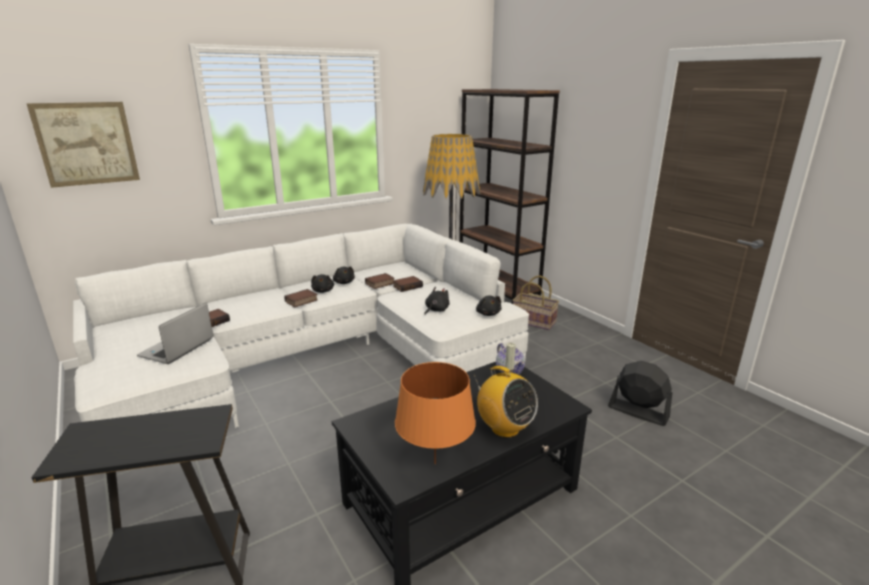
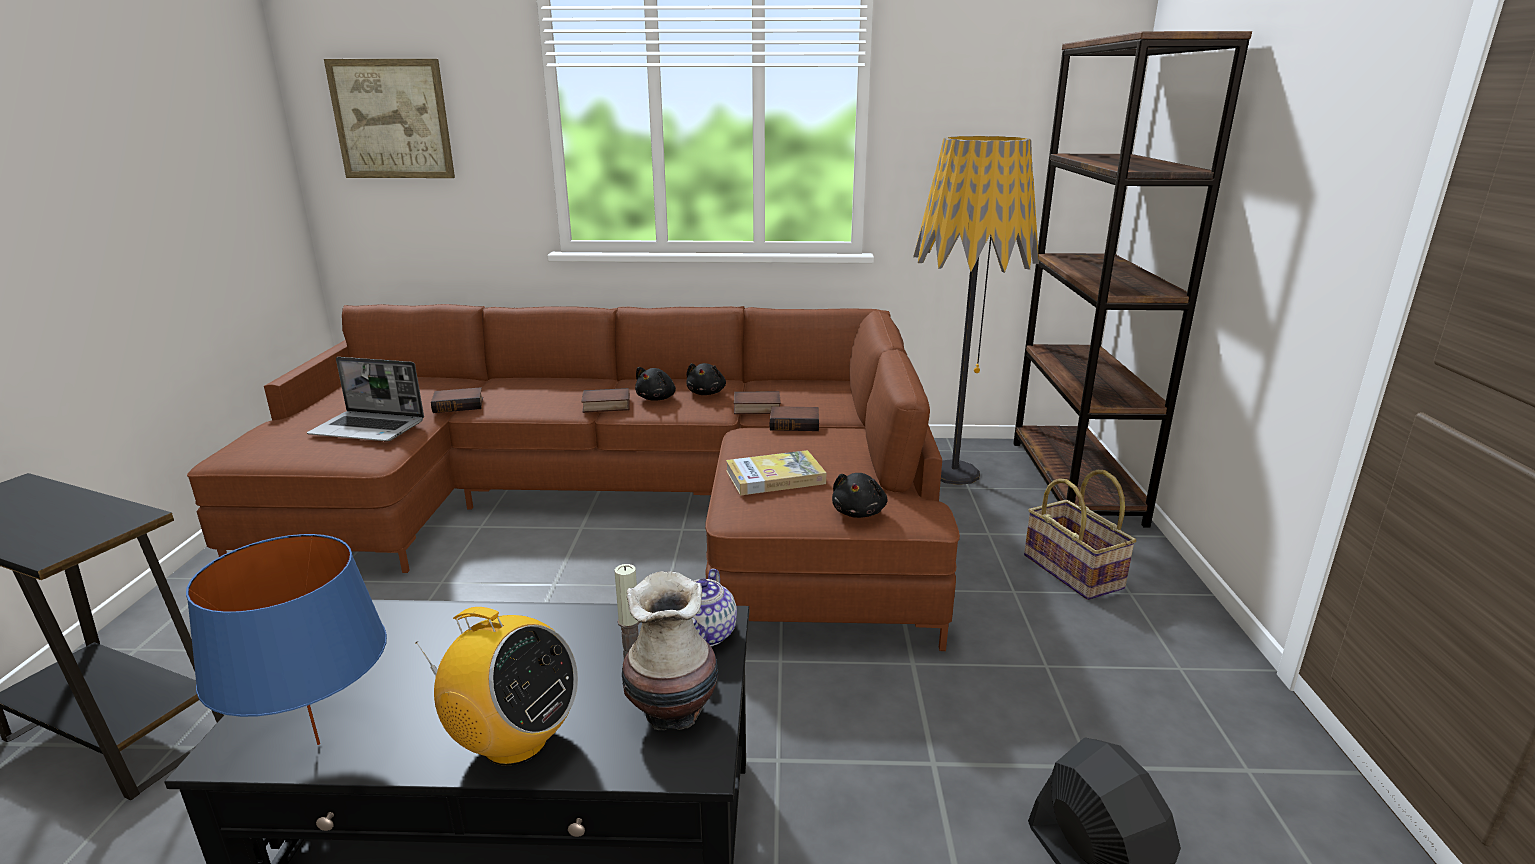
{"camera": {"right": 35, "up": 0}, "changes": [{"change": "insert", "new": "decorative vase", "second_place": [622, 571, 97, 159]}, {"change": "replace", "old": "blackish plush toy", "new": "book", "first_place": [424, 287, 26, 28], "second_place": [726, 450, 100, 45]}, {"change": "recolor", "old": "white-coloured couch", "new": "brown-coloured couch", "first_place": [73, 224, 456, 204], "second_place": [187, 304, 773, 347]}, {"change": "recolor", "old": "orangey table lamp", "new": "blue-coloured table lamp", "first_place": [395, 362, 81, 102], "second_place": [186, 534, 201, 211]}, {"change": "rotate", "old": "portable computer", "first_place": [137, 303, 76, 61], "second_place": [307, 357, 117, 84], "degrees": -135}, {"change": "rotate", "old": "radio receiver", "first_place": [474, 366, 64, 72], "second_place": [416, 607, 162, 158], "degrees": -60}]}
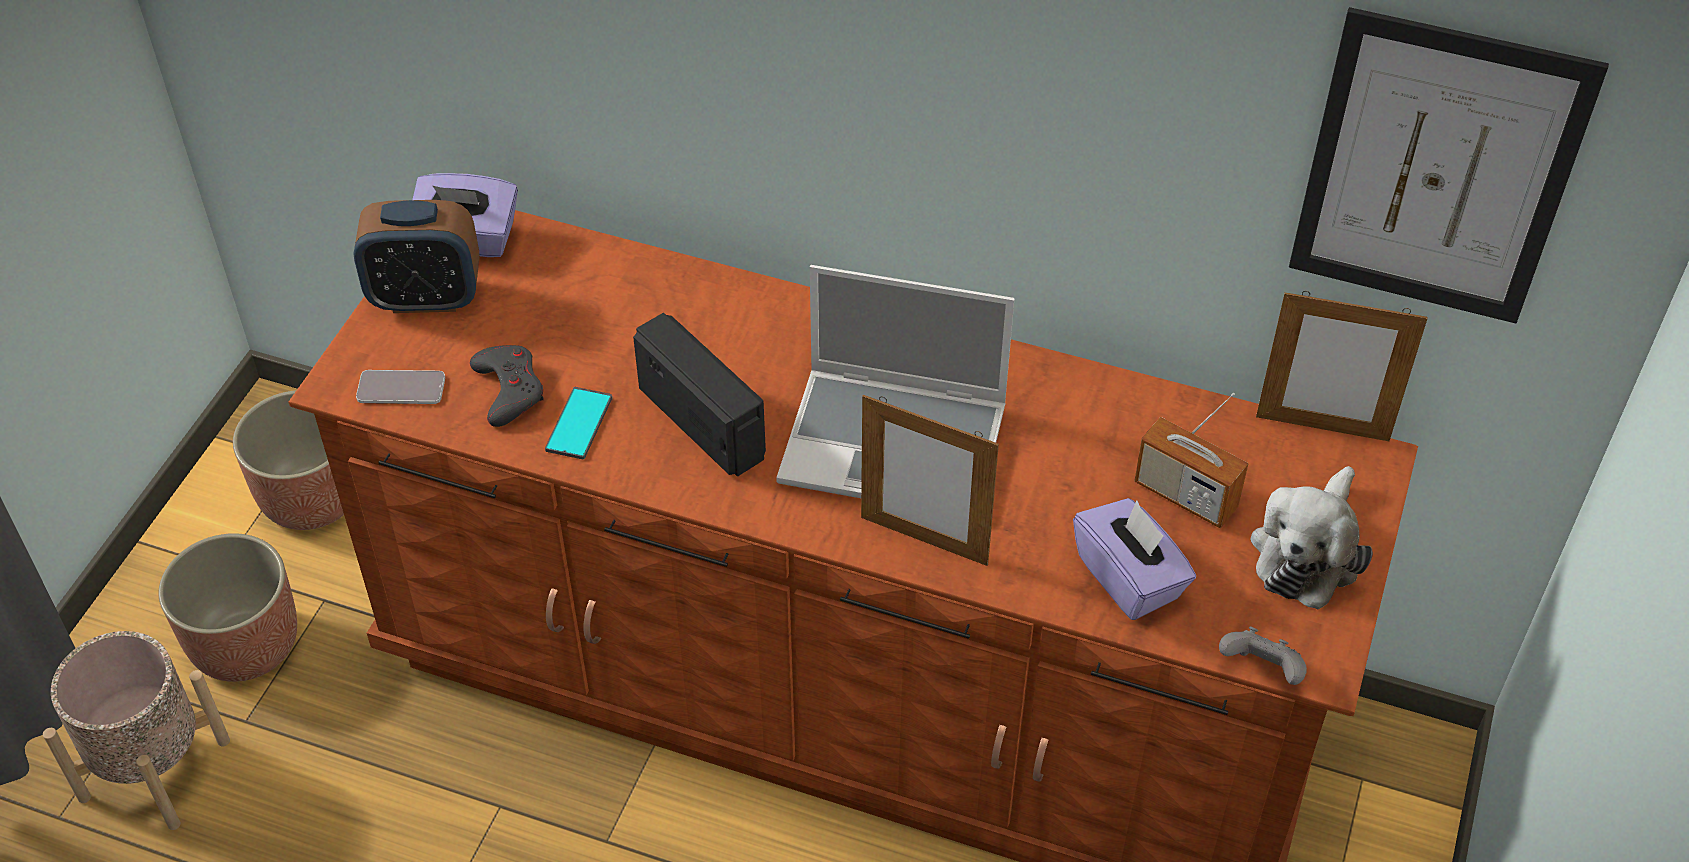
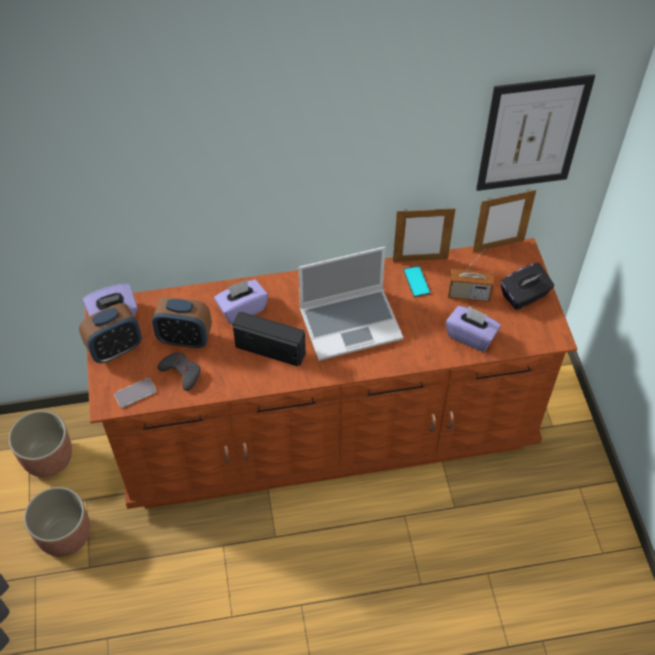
{"camera": {"right": -30, "up": 5}, "changes": [{"change": "delete", "old": "beige plant pot", "first_place": [43, 631, 187, 199]}, {"change": "delete", "old": "greyish joypad", "first_place": [1219, 627, 88, 58]}, {"change": "insert", "new": "alarm clock", "second_place": [152, 297, 60, 51]}, {"change": "insert", "new": "purplish box of tissues", "second_place": [214, 280, 54, 44]}, {"change": "move", "old": "phone", "first_place": [545, 387, 67, 72], "second_place": [403, 265, 28, 32]}, {"change": "move", "old": "standing frame", "first_place": [861, 395, 138, 171], "second_place": [393, 207, 62, 55]}, {"change": "replace", "old": "plush toy", "new": "blackish box of tissues", "first_place": [1250, 466, 123, 144], "second_place": [501, 263, 53, 47]}]}
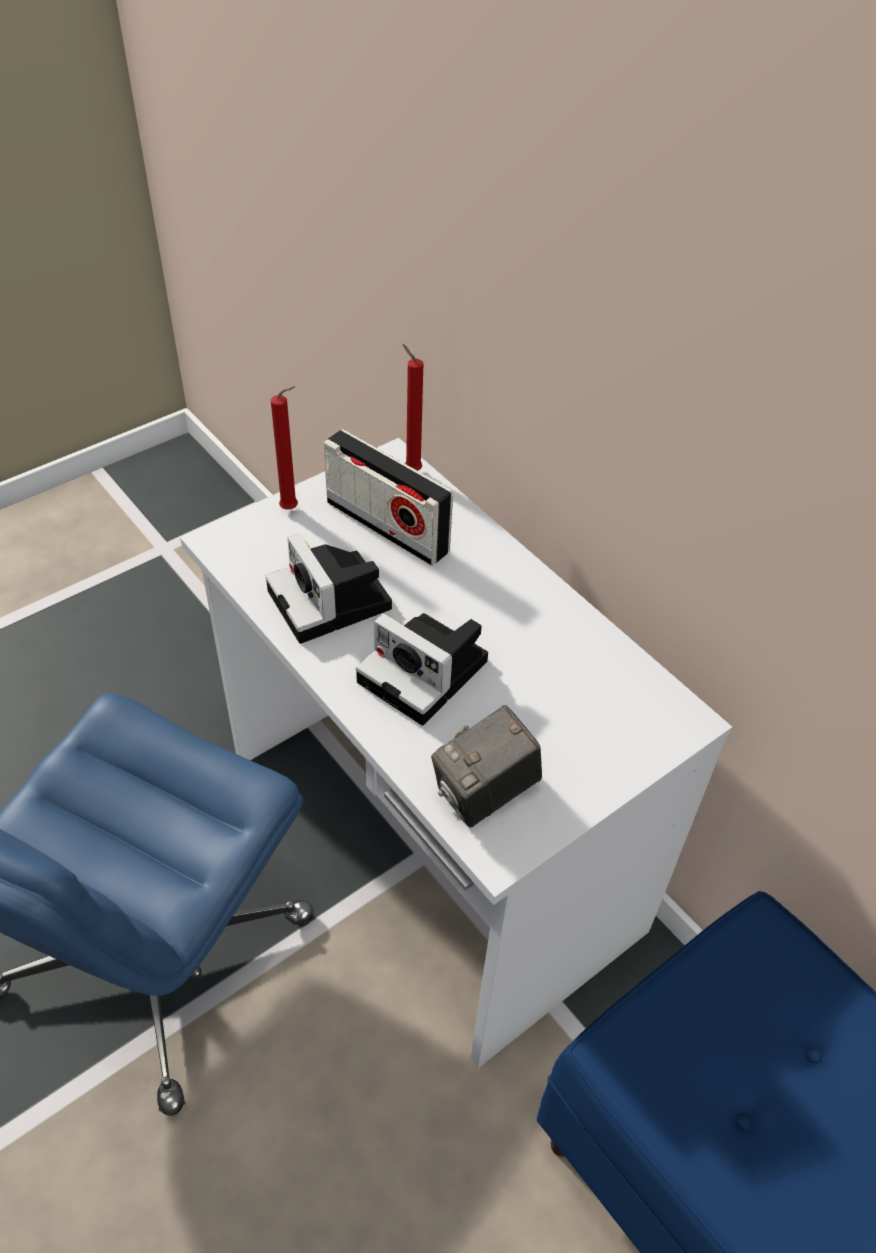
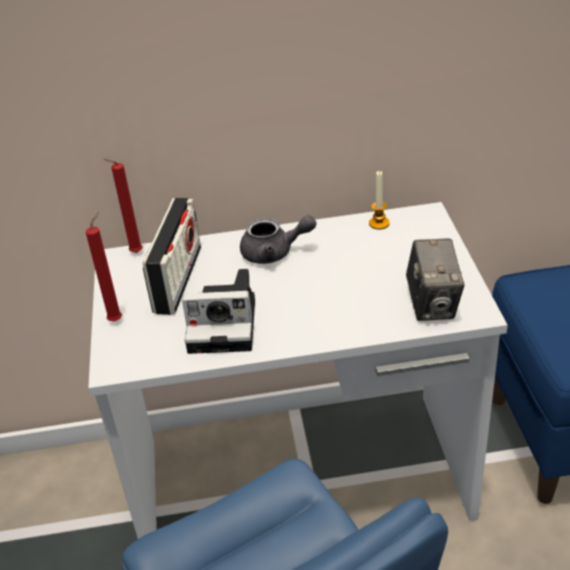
{"camera": {"right": -55, "up": -10}, "changes": [{"change": "delete", "old": "photo camera", "first_place": [356, 613, 132, 113]}, {"change": "insert", "new": "greyish pot for tea", "second_place": [240, 215, 77, 49]}, {"change": "insert", "new": "wax candle", "second_place": [369, 171, 21, 58]}, {"change": "rotate", "old": "radio receiver", "first_place": [324, 429, 129, 137], "second_place": [143, 198, 58, 117], "degrees": -60}]}
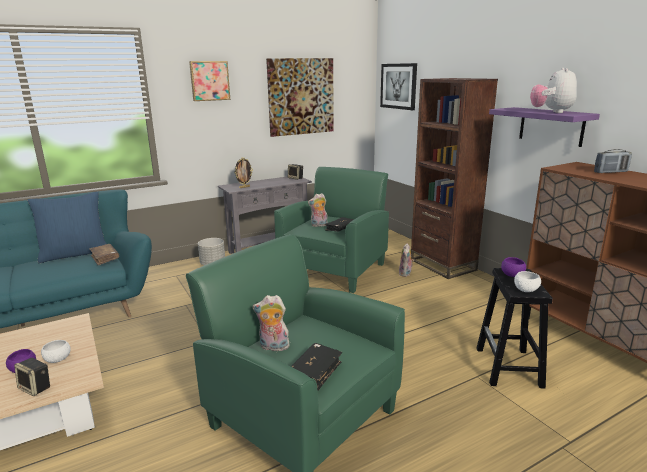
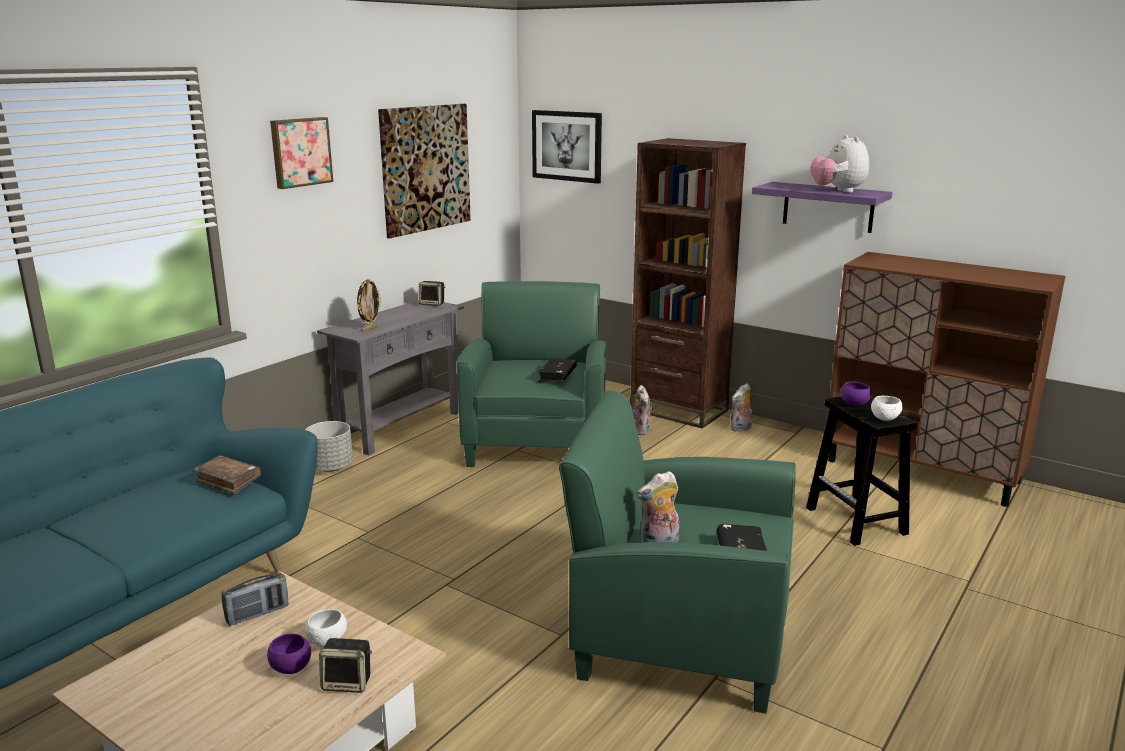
{"camera": {"right": -25, "up": 0}, "changes": [{"change": "delete", "old": "blue-coloured cushion", "first_place": [27, 191, 79, 72]}, {"change": "move", "old": "plush toy", "first_place": [308, 193, 20, 34], "second_place": [731, 384, 21, 48]}, {"change": "move", "old": "radio receiver", "first_place": [594, 149, 38, 24], "second_place": [221, 572, 67, 54]}]}
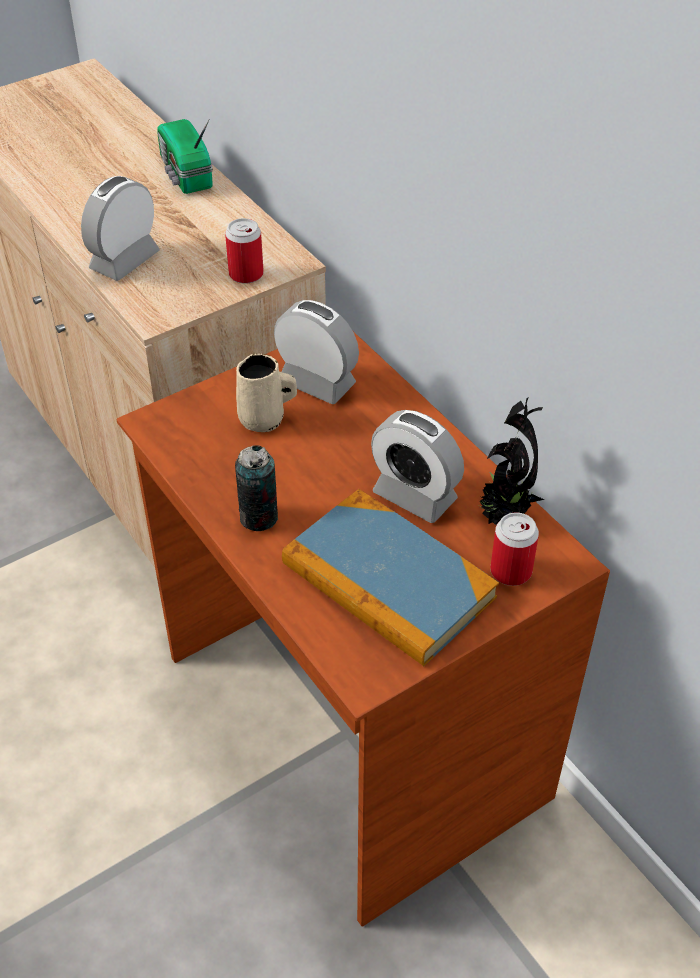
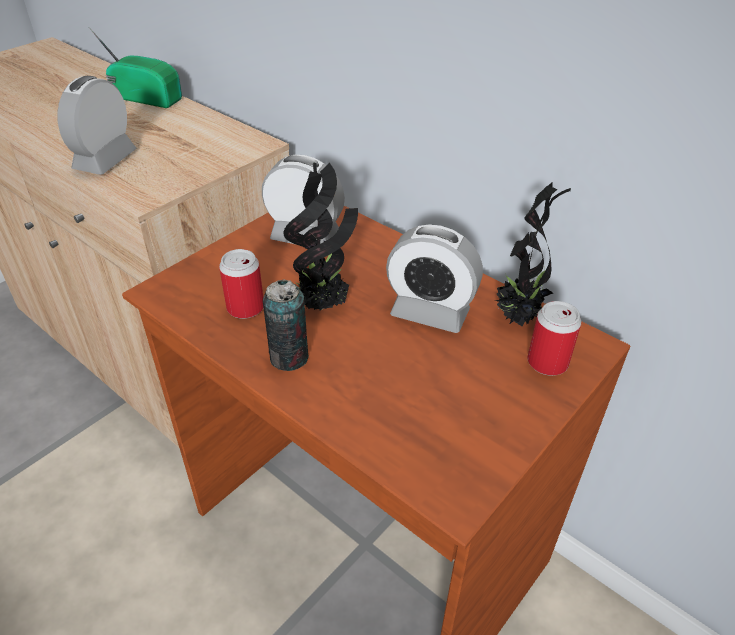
{"camera": {"right": -15, "up": -5}, "changes": [{"change": "delete", "old": "beige mug", "first_place": [236, 354, 61, 78]}, {"change": "delete", "old": "book", "first_place": [282, 489, 217, 177]}, {"change": "insert", "new": "potted plant", "second_place": [283, 162, 75, 149]}, {"change": "move", "old": "sealed can", "first_place": [225, 218, 39, 66], "second_place": [219, 249, 44, 70]}, {"change": "rotate", "old": "radio receiver", "first_place": [157, 119, 56, 75], "second_place": [89, 28, 93, 80], "degrees": 150}]}
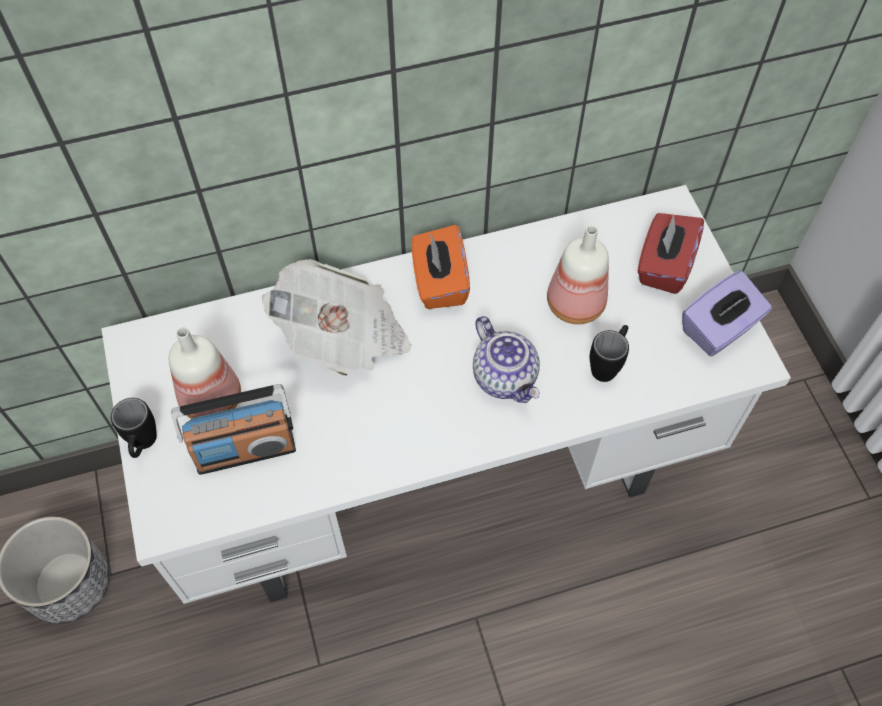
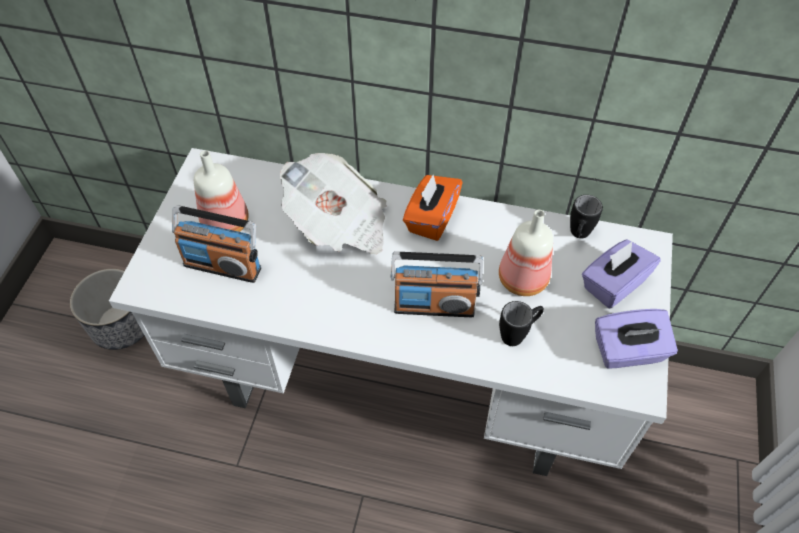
{"camera": {"right": 30, "up": -5}, "changes": [{"change": "move", "old": "blackish mug", "first_place": [111, 398, 46, 60], "second_place": [570, 195, 33, 43]}, {"change": "replace", "old": "pot for tea", "new": "radio receiver", "first_place": [473, 316, 67, 87], "second_place": [390, 252, 93, 65]}, {"change": "recolor", "old": "red-coloured box of tissues", "new": "purplish box of tissues", "first_place": [637, 213, 67, 81], "second_place": [582, 239, 79, 70]}]}
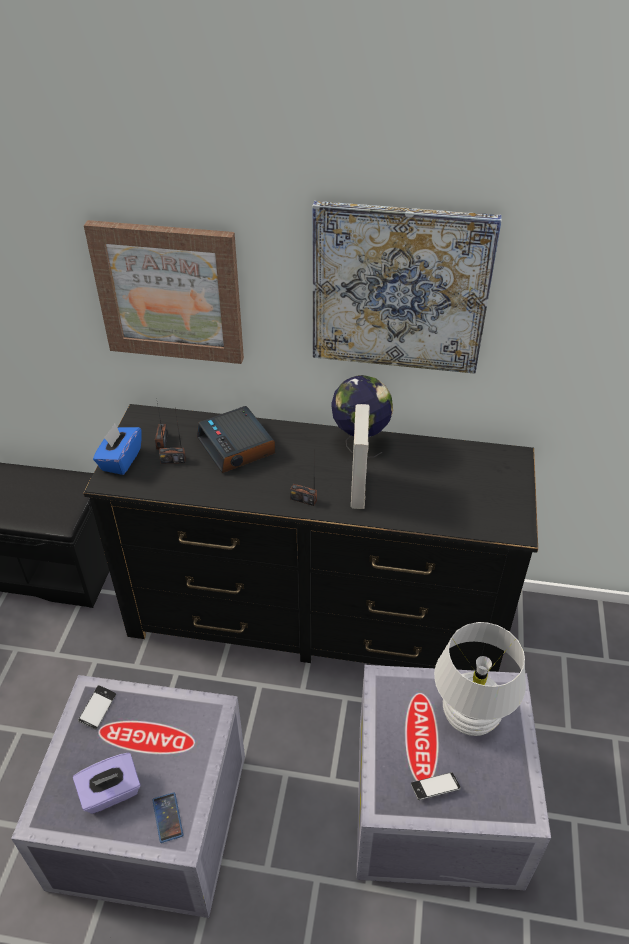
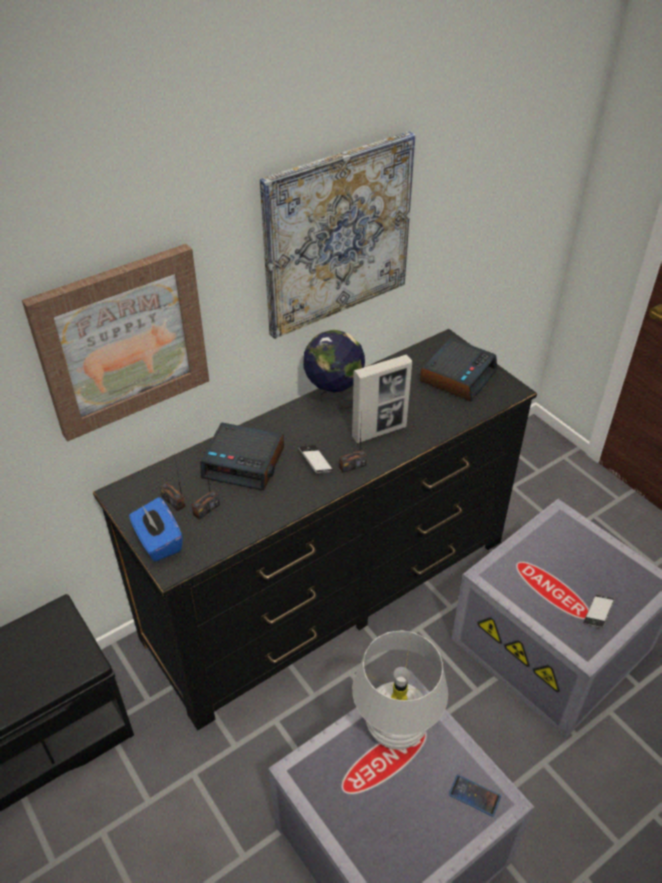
{"camera": {"right": -45, "up": 0}, "changes": [{"change": "delete", "old": "purplish box of tissues", "first_place": [73, 752, 68, 62]}, {"change": "insert", "new": "alarm clock", "second_place": [420, 338, 77, 64]}, {"change": "move", "old": "phone", "first_place": [78, 685, 38, 45], "second_place": [298, 445, 35, 28]}, {"change": "move", "old": "white-coloured table lamp", "first_place": [434, 622, 92, 114], "second_place": [352, 630, 96, 120]}, {"change": "rotate", "old": "standing frame", "first_place": [351, 404, 19, 105], "second_place": [352, 355, 60, 88], "degrees": -75}]}
